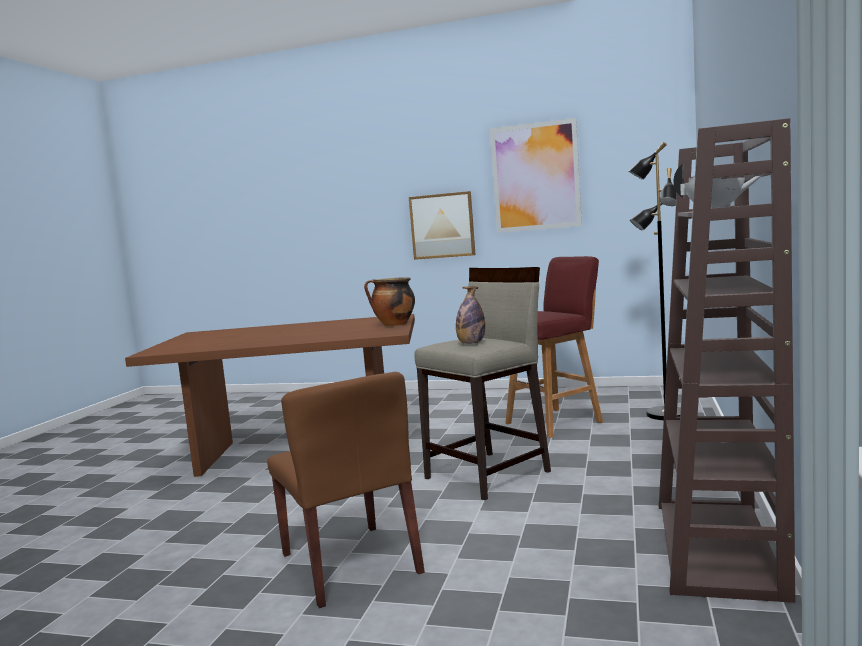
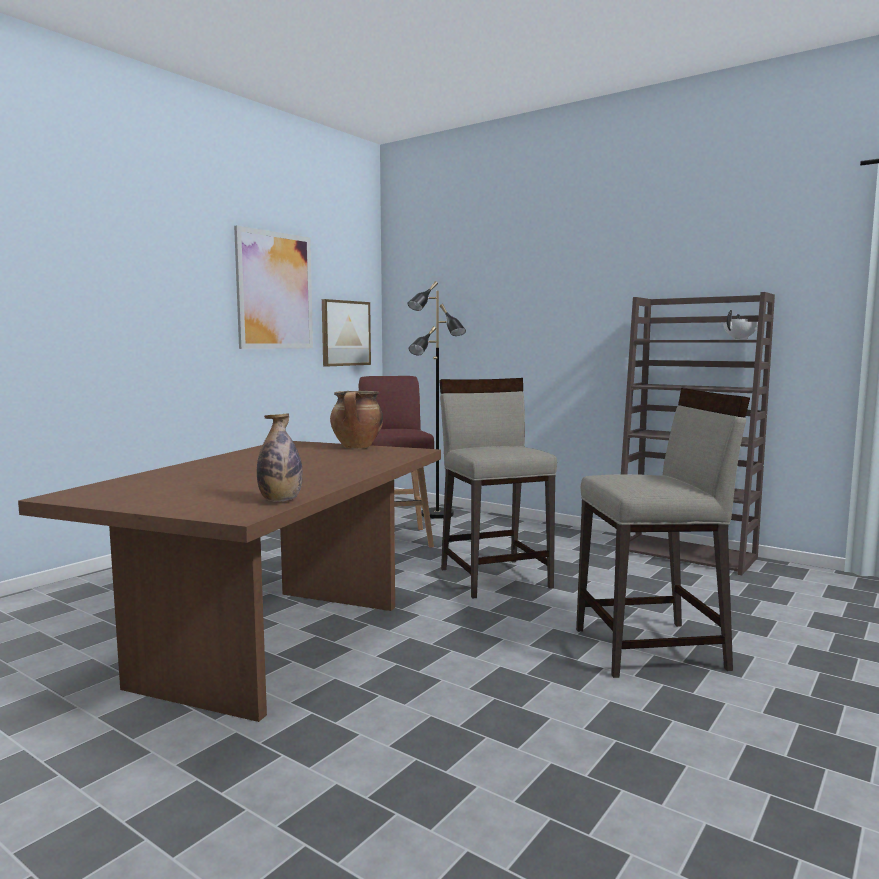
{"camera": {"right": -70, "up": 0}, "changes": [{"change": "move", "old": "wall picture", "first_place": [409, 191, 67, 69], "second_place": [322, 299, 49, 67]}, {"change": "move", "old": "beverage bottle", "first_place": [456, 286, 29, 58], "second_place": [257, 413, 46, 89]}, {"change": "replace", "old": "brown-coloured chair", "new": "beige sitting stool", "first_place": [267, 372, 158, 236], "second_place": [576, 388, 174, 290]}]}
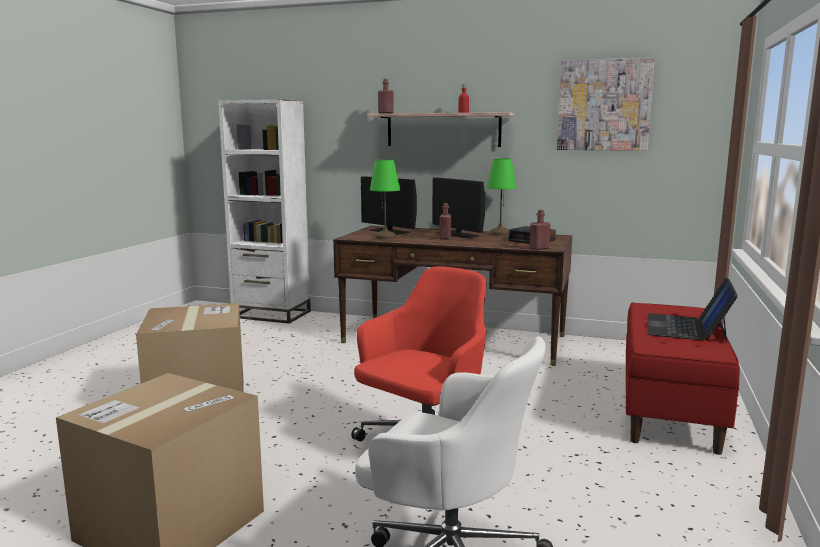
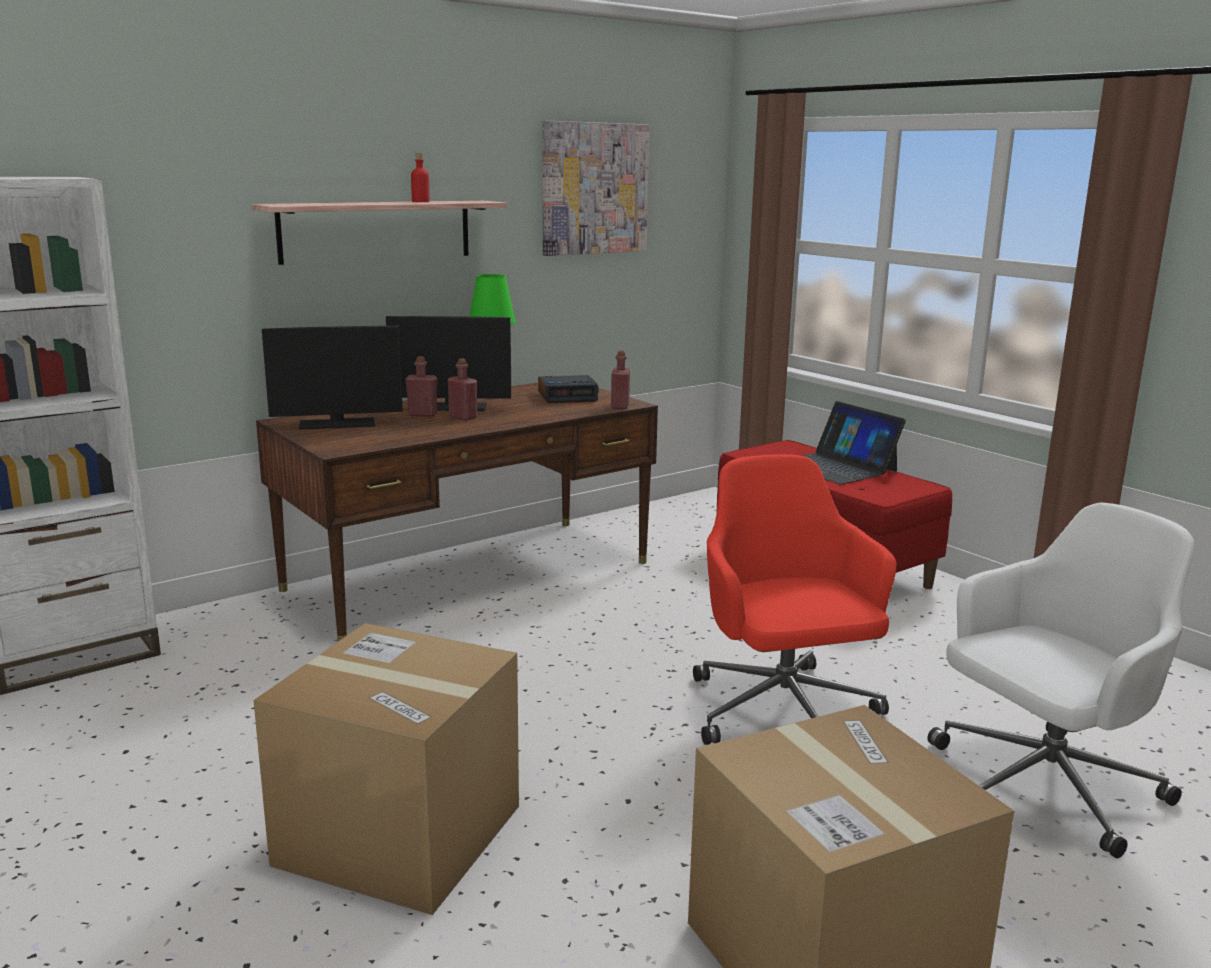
{"camera": {"right": -55, "up": 5}, "changes": [{"change": "delete", "old": "green-coloured table lamp", "first_place": [370, 159, 30, 81]}, {"change": "move", "old": "red-coloured beverage bottle", "first_place": [378, 79, 16, 35], "second_place": [405, 356, 32, 61]}]}
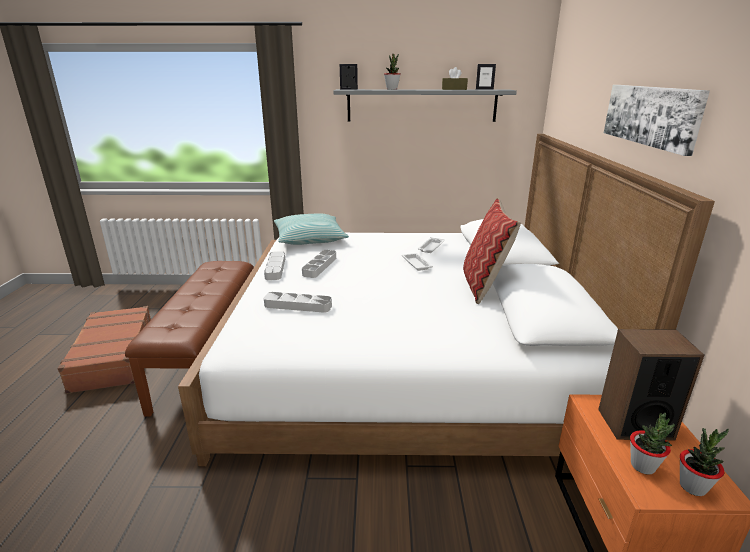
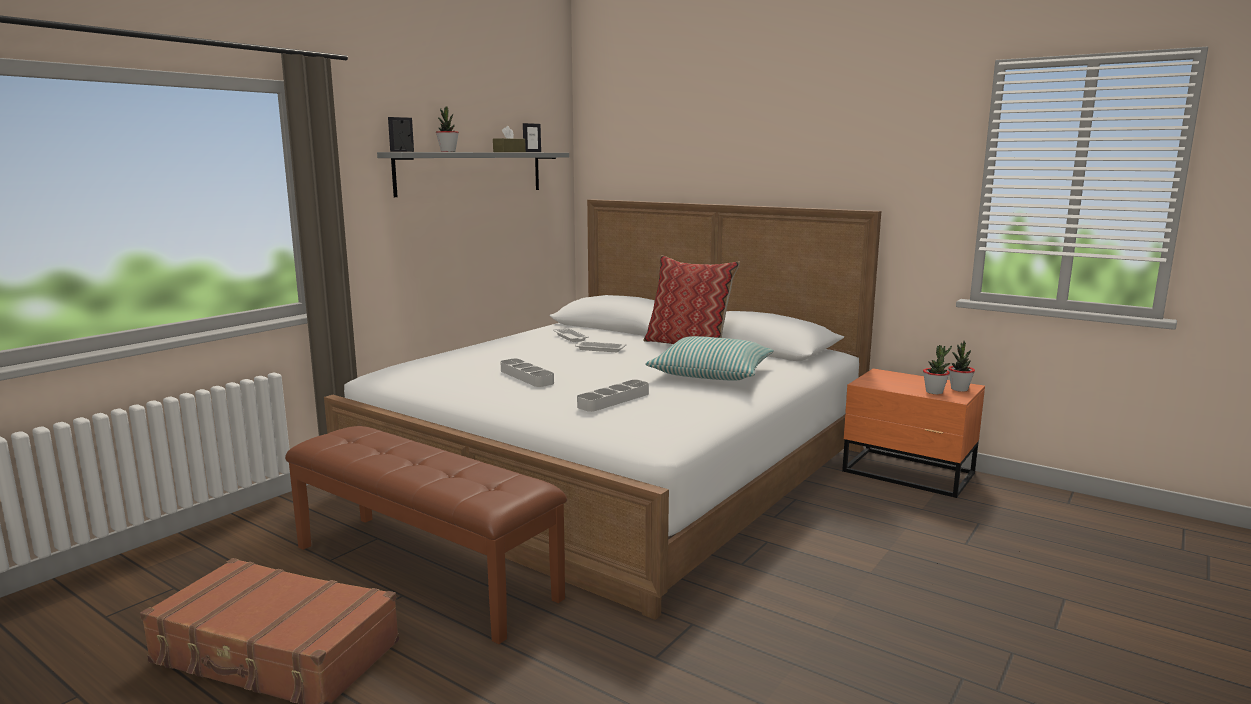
{"camera": {"right": -55, "up": -10}, "changes": [{"change": "delete", "old": "greyish carrying tray", "first_place": [264, 251, 21, 29]}, {"change": "delete", "old": "speaker", "first_place": [598, 329, 106, 111]}, {"change": "delete", "old": "wall picture", "first_place": [604, 85, 106, 71]}, {"change": "move", "old": "cushion", "first_place": [274, 214, 75, 31], "second_place": [645, 336, 129, 45]}]}
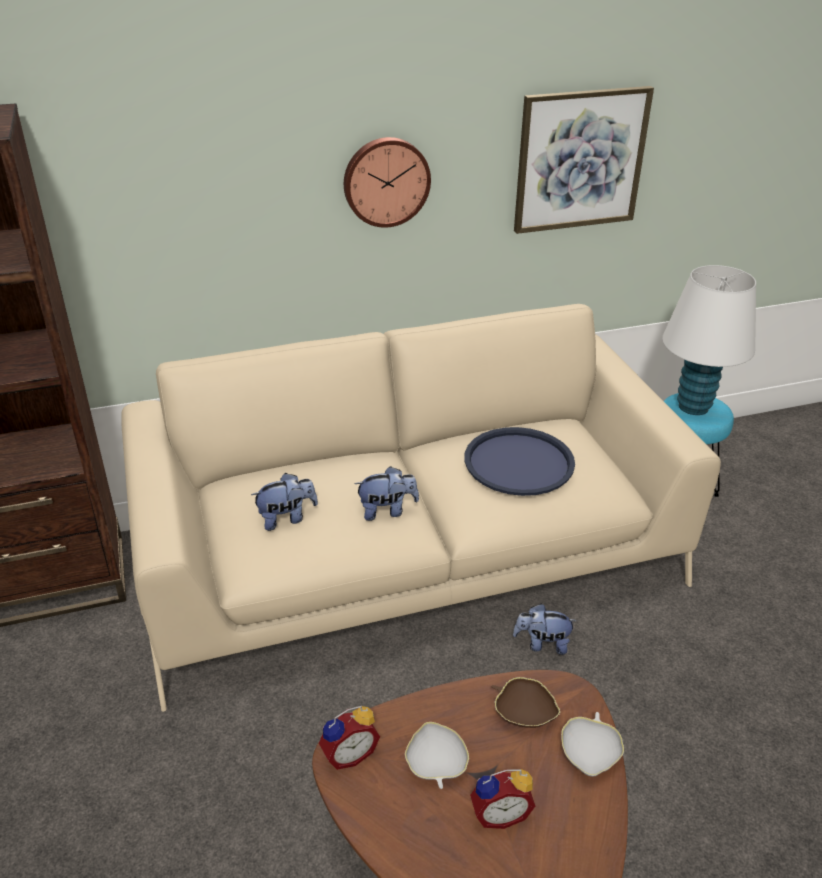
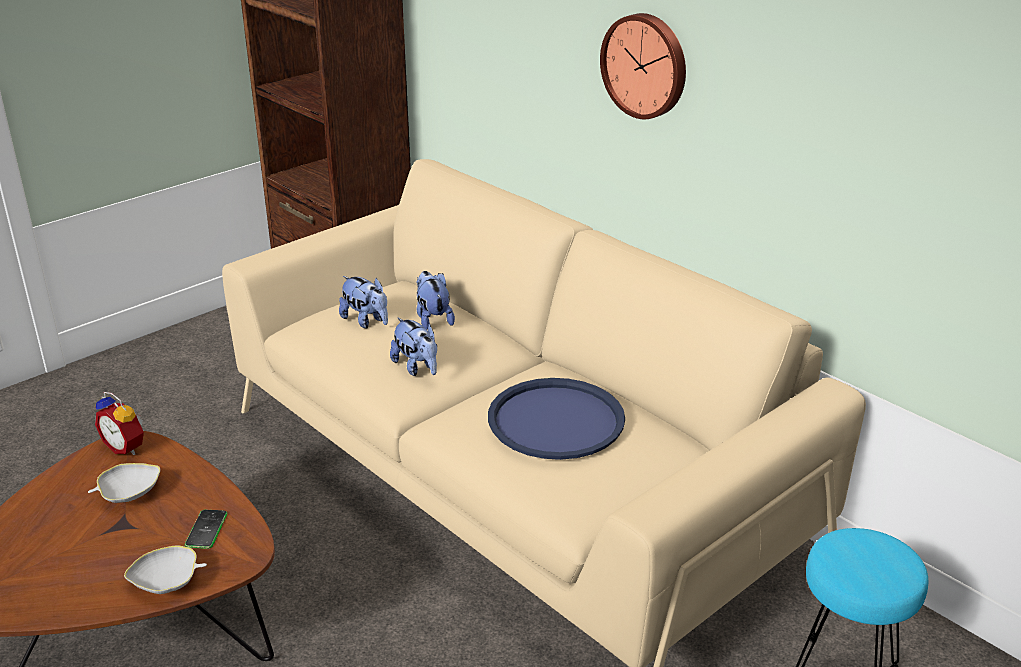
{"camera": {"right": 65, "up": -5}, "changes": [{"change": "delete", "old": "alarm clock", "first_place": [470, 769, 65, 60]}, {"change": "delete", "old": "wall picture", "first_place": [514, 86, 140, 148]}, {"change": "delete", "old": "white-coloured table lamp", "first_place": [662, 265, 94, 150]}, {"change": "move", "old": "plush toy", "first_place": [513, 604, 64, 51], "second_place": [416, 271, 39, 59]}, {"change": "replace", "old": "brown-coloured bowl", "new": "phone", "first_place": [491, 677, 69, 51], "second_place": [185, 510, 42, 39]}]}
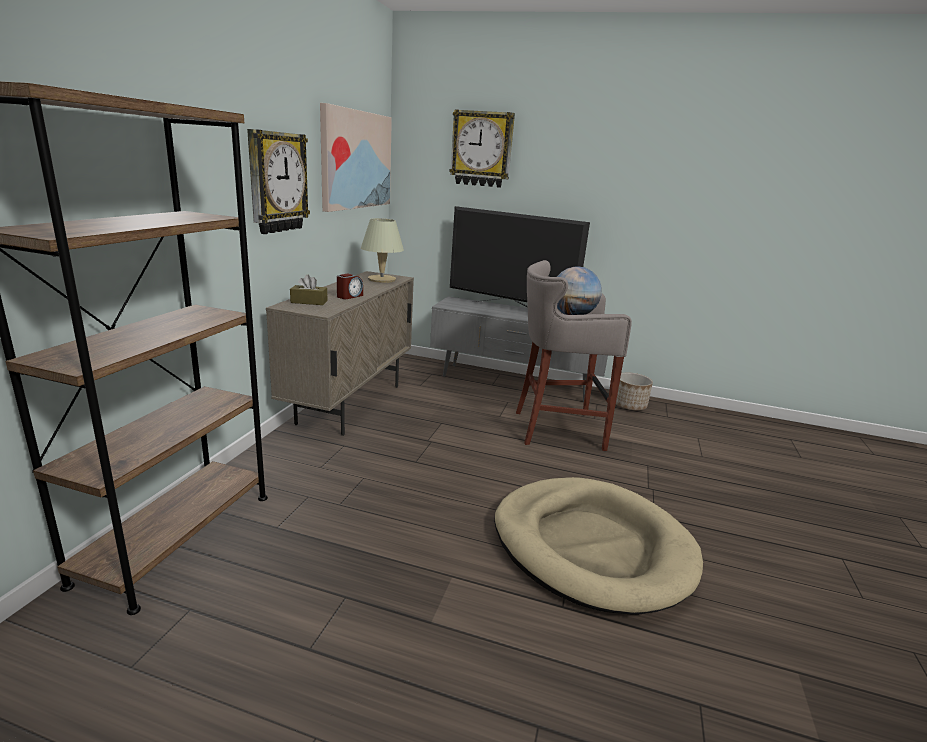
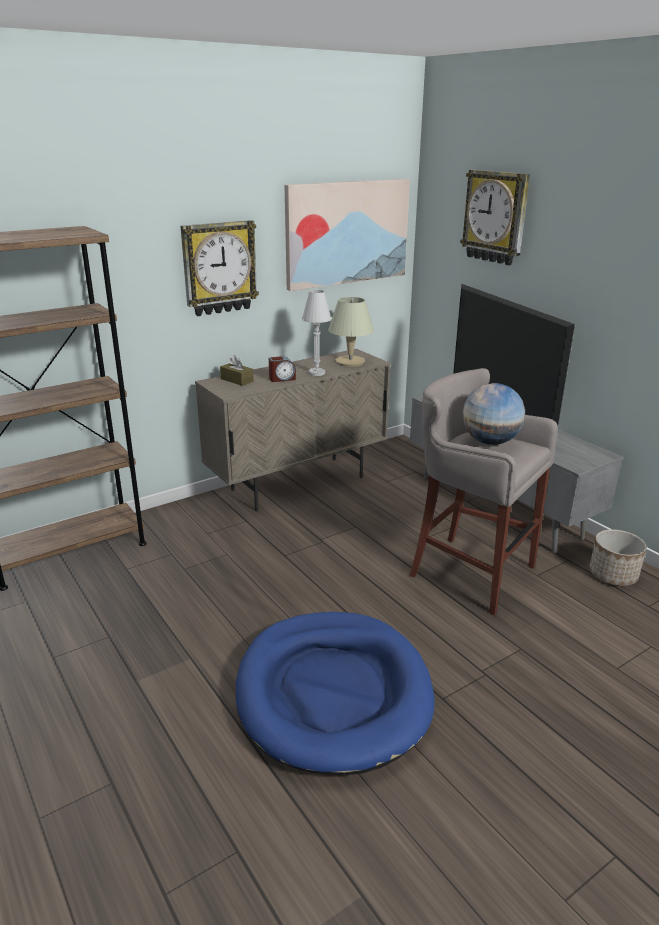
{"camera": {"right": 40, "up": 5}, "changes": [{"change": "insert", "new": "white-coloured table lamp", "second_place": [302, 290, 29, 86]}, {"change": "recolor", "old": "beige dog bed", "new": "blue-coloured dog bed", "first_place": [494, 477, 209, 138], "second_place": [236, 612, 199, 163]}]}
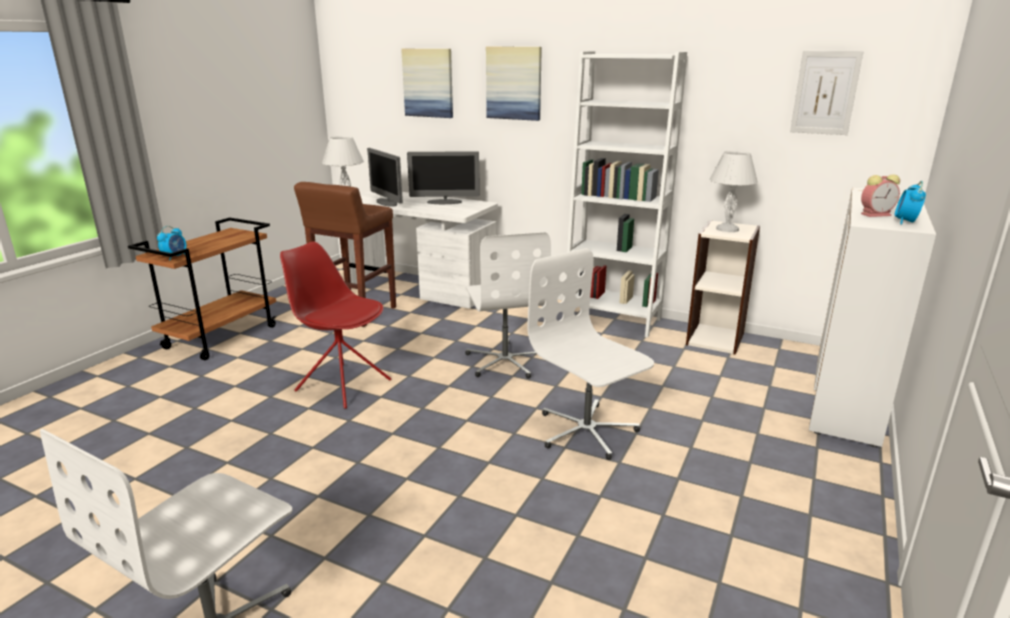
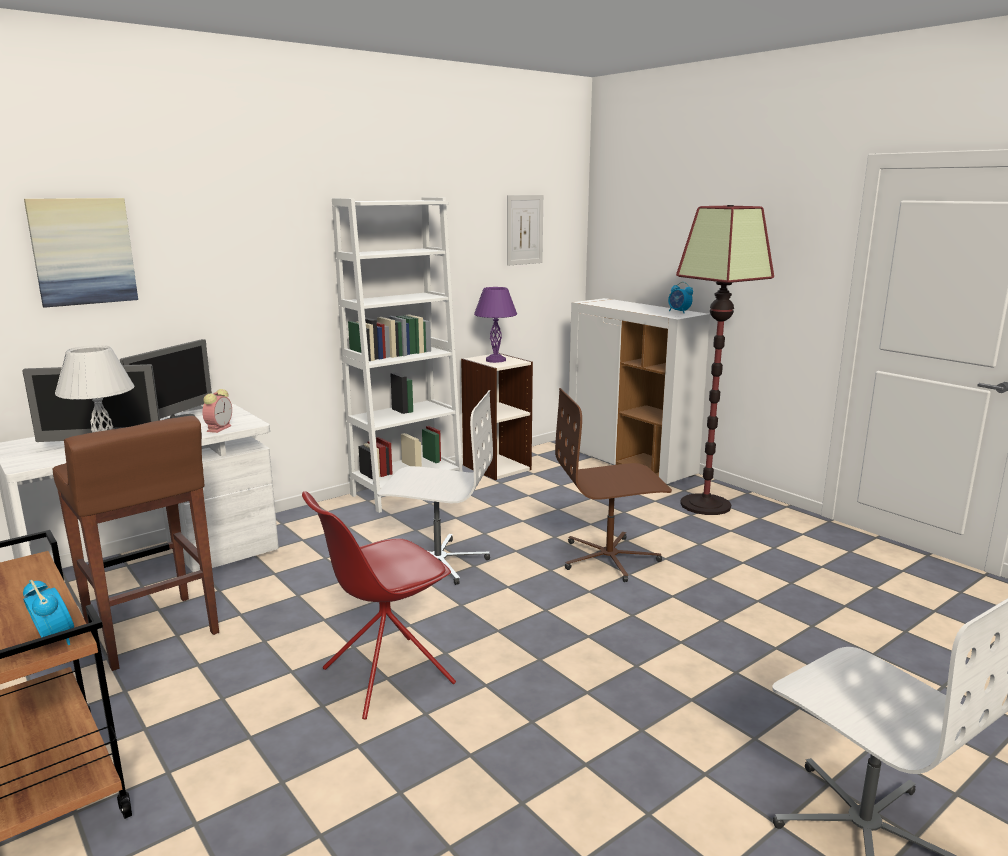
{"camera": {"right": -65, "up": -5}, "changes": [{"change": "delete", "old": "wall picture", "first_place": [486, 47, 56, 74]}, {"change": "insert", "new": "standard lamp", "second_place": [676, 205, 98, 310]}, {"change": "move", "old": "alarm clock", "first_place": [861, 174, 39, 43], "second_place": [202, 389, 30, 44]}, {"change": "recolor", "old": "white-coloured computer chair", "new": "brown-coloured computer chair", "first_place": [528, 248, 126, 212], "second_place": [555, 388, 117, 194]}, {"change": "recolor", "old": "white-coloured table lamp", "new": "purplish table lamp", "first_place": [710, 151, 48, 81], "second_place": [474, 287, 43, 76]}]}
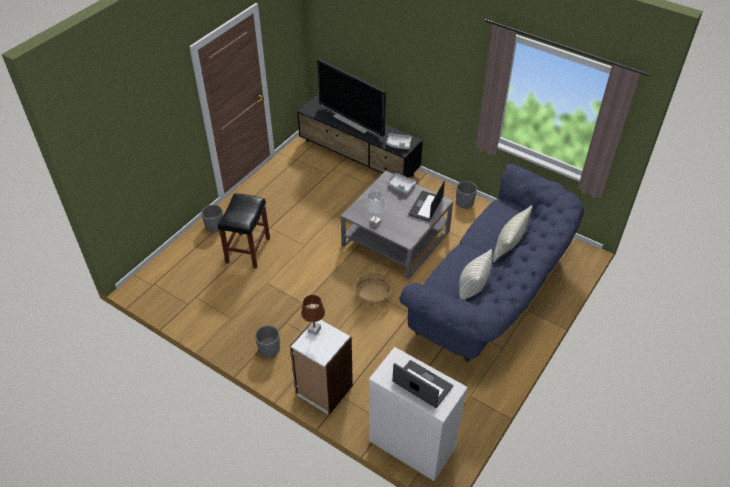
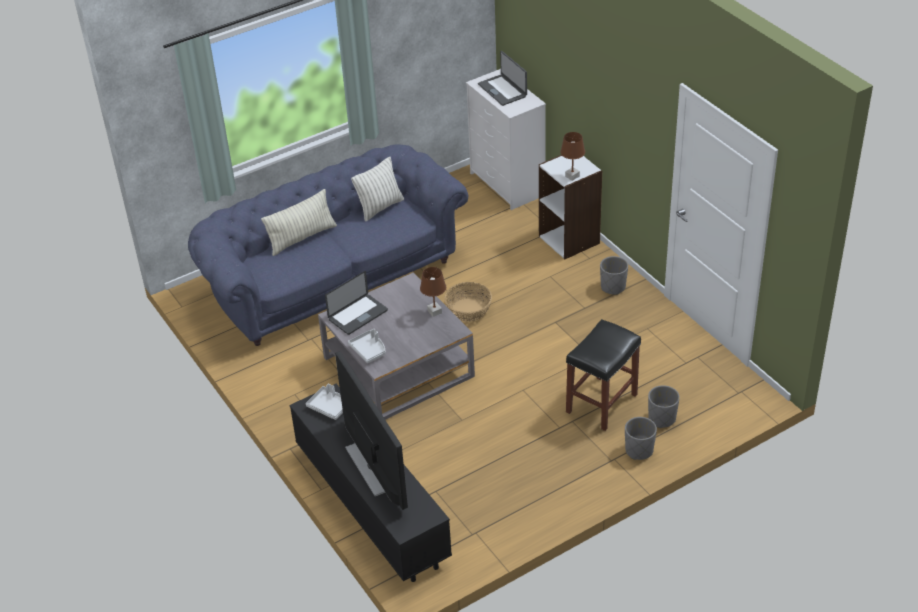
{"camera": {"right": -155, "up": -5}, "changes": [{"change": "move", "old": "greyish plant pot", "first_place": [456, 181, 21, 28], "second_place": [648, 385, 32, 43]}, {"change": "recolor", "old": "white-coloured table lamp", "new": "brown-coloured table lamp", "first_place": [366, 191, 20, 36], "second_place": [420, 267, 26, 50]}]}
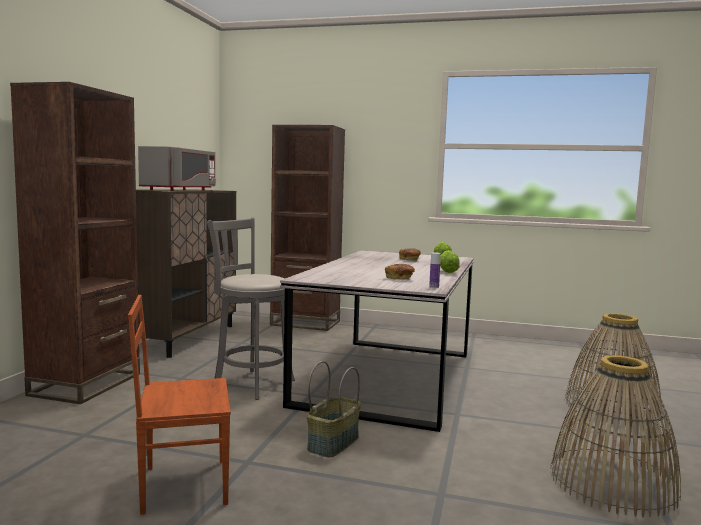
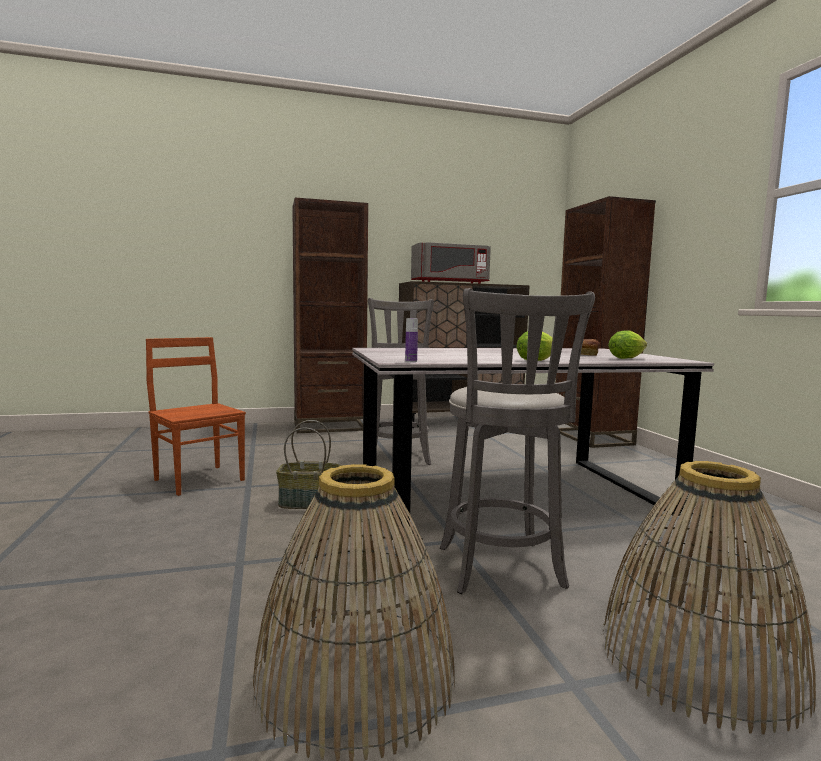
{"camera": {"right": 60, "up": 0}, "changes": [{"change": "delete", "old": "bakery bread", "first_place": [385, 264, 30, 16]}, {"change": "insert", "new": "greyish sitting stool", "second_place": [440, 288, 155, 306]}]}
